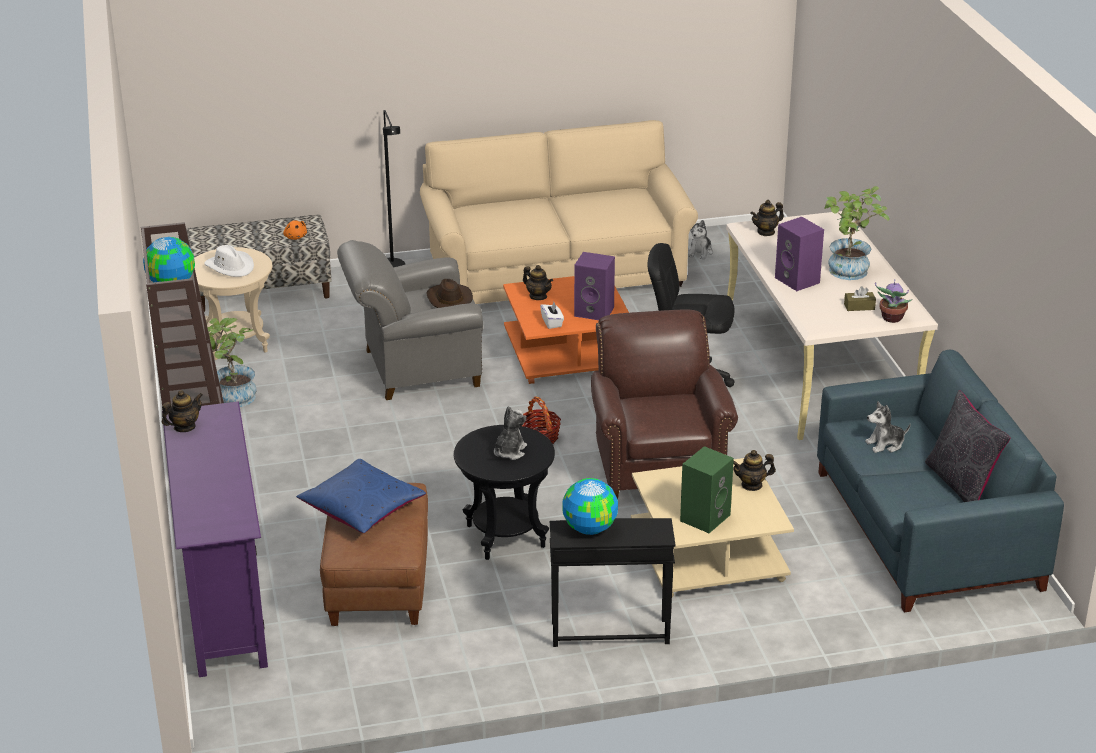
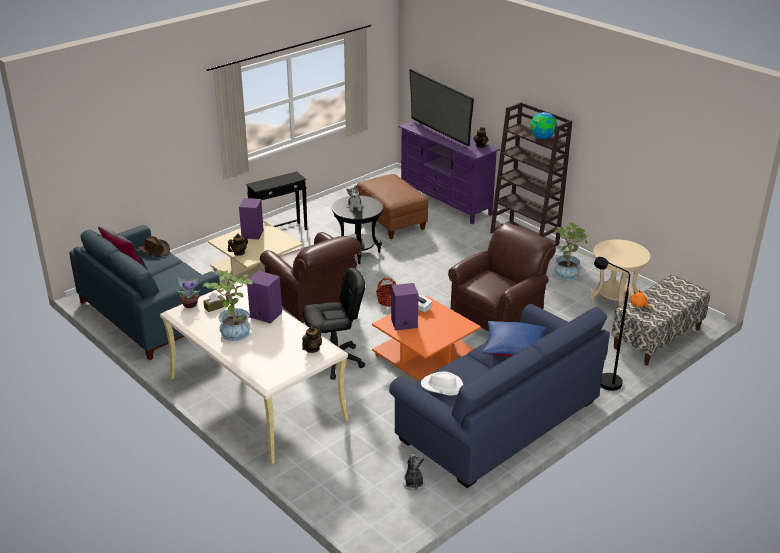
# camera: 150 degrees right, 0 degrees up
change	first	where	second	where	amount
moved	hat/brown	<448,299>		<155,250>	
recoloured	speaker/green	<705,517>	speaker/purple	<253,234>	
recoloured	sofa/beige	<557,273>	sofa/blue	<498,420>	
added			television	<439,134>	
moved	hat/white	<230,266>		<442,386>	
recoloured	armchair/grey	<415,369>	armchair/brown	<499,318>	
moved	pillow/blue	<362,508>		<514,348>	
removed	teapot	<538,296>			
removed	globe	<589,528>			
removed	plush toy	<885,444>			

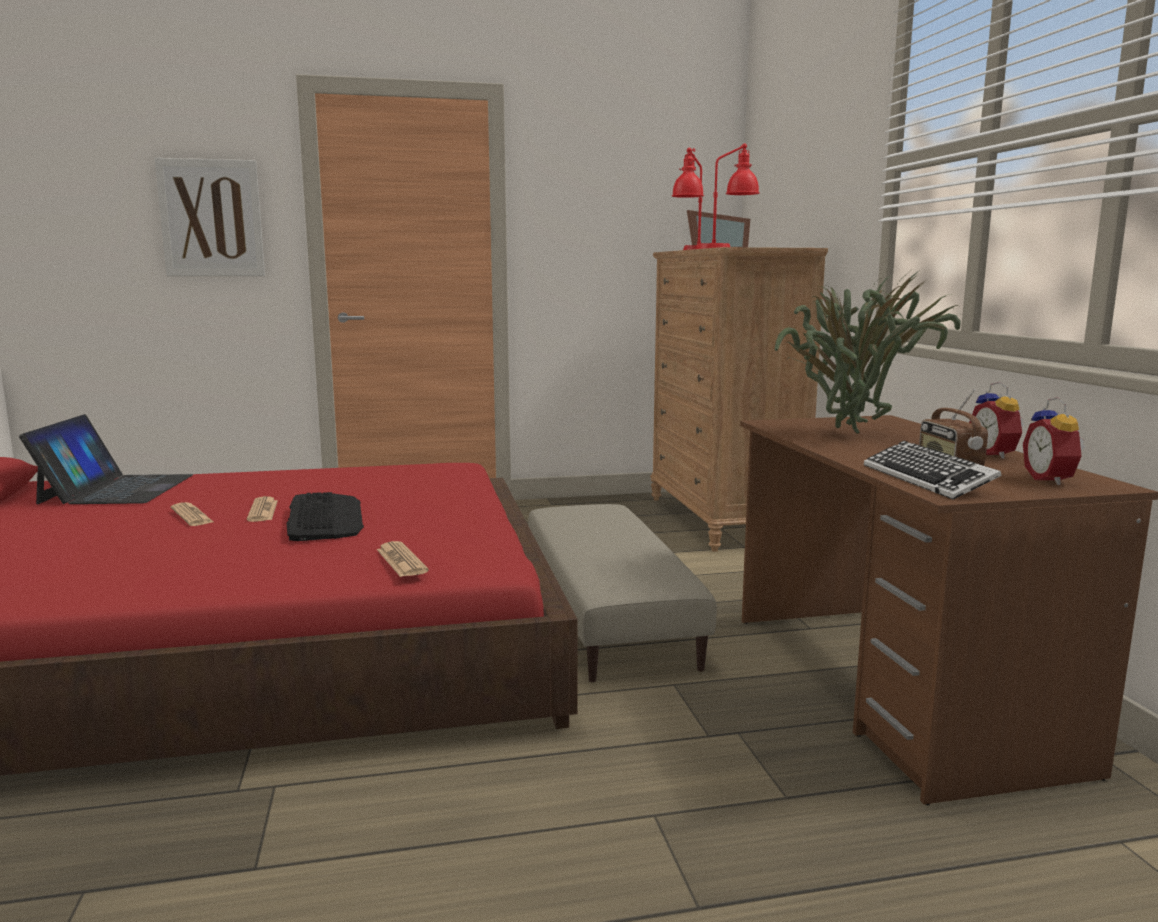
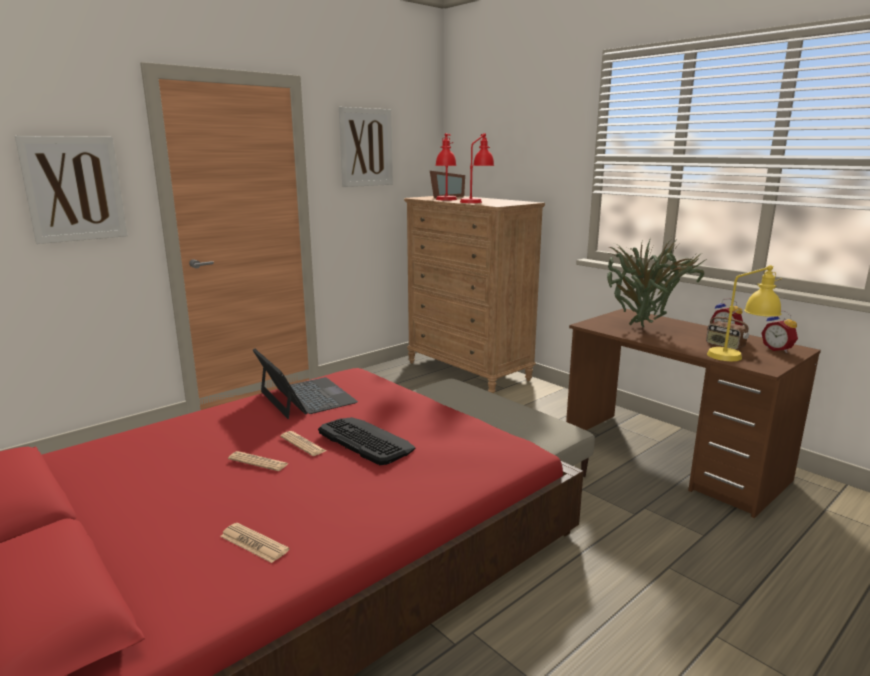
# camera: 30 degrees left, 5 degrees up
change	first	where	second	where	amount
moved	newspaper	<401,561>		<254,543>	
moved	laptop	<116,489>		<306,397>	
added			picture	<366,147>	
replaced	keyboard	<927,479>	table lamp/yellow	<739,359>	

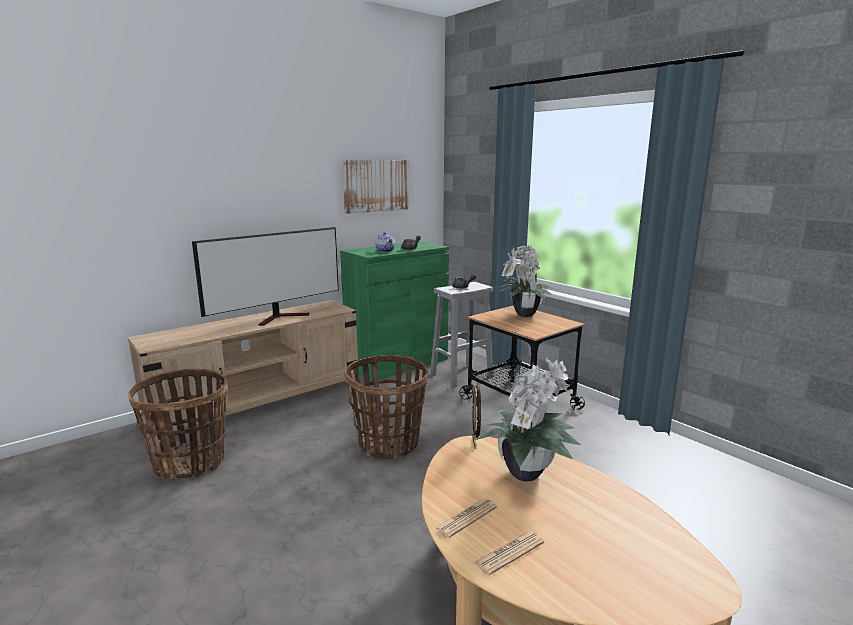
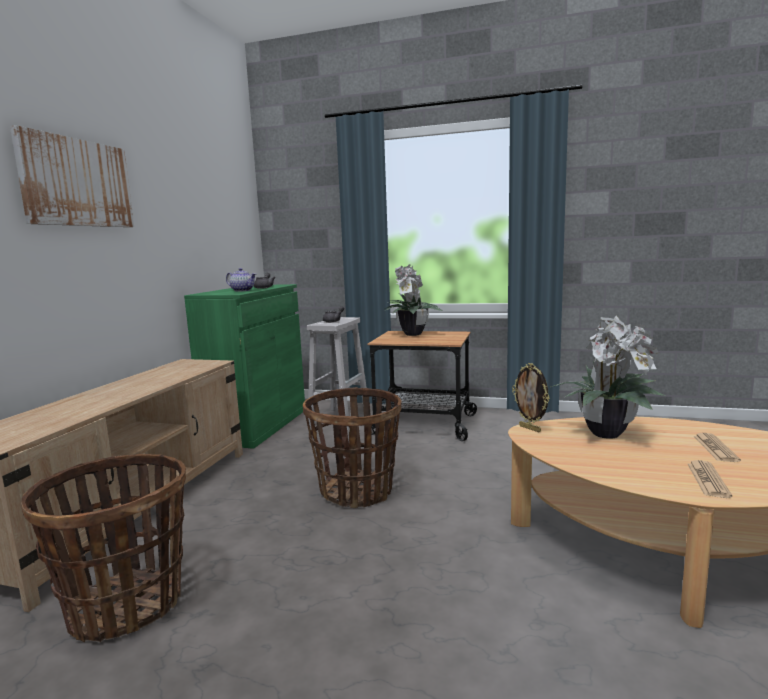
# camera: 35 degrees left, 5 degrees down
change	first	where	second	where	amount
moved	picture	<376,185>		<77,183>	
moved	newspaper	<466,518>		<715,448>	
removed	television	<282,317>			

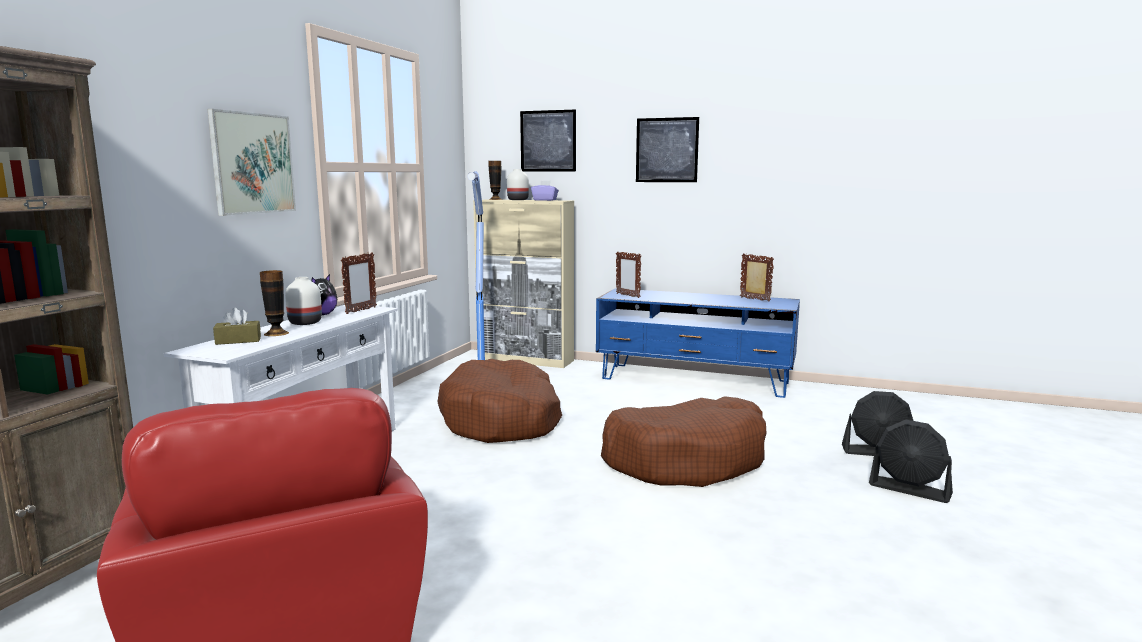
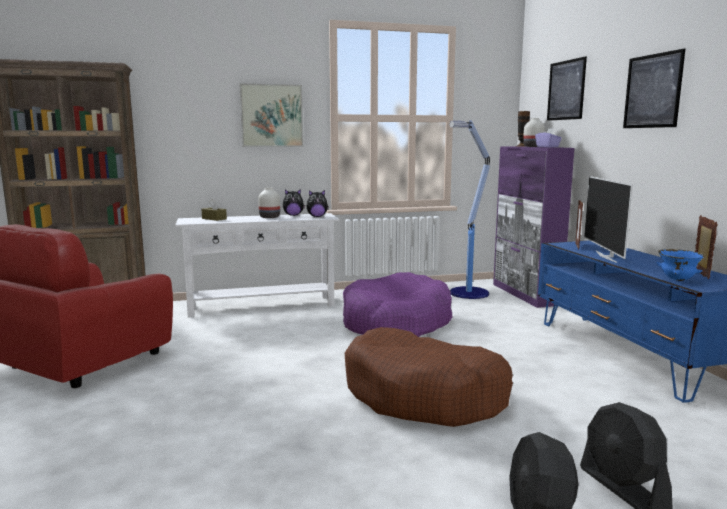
# camera: 55 degrees right, 0 degrees up
change	first	where	second	where	amount
replaced	picture frame	<360,310>	plush toy	<317,216>	
recoloured	dog bed/brown	<502,420>	dog bed/purple	<396,322>	
recoloured	cabinet/beige	<526,360>	cabinet/purple	<525,294>	
added			television	<606,256>	
added			bowl/blue	<677,280>	
removed	vase	<276,333>			

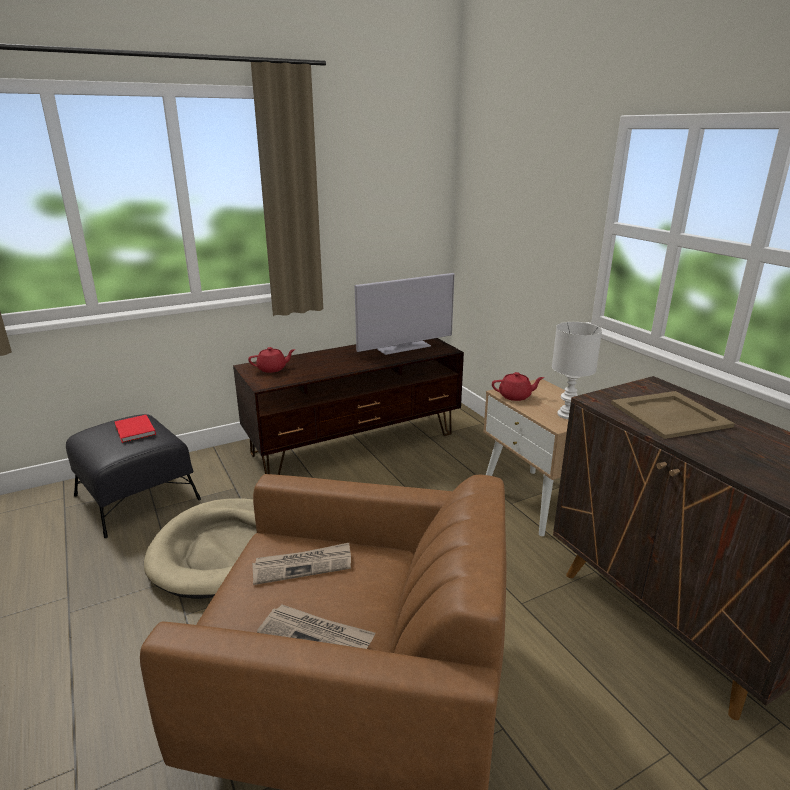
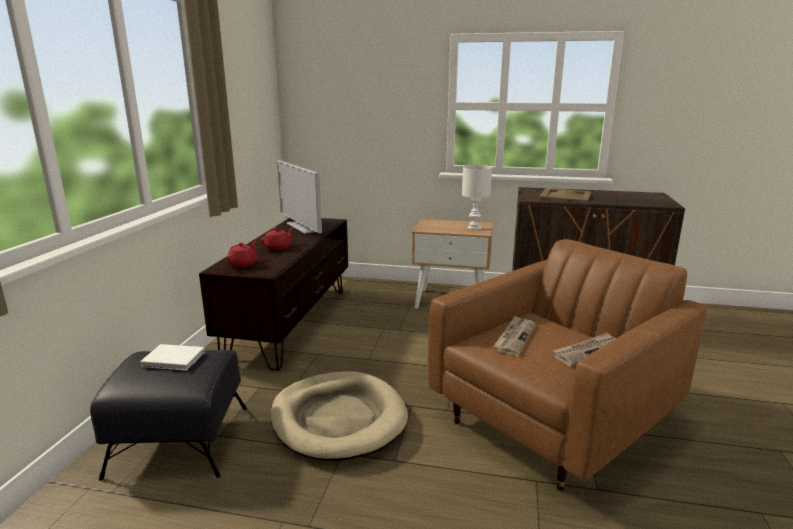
# camera: 50 degrees left, 5 degrees down
change	first	where	second	where	amount
recoloured	book/red	<134,431>	book/white	<174,360>	
moved	teapot/red	<515,396>		<278,247>	
turned	television	<404,347>		<303,227>	135 degrees clockwise

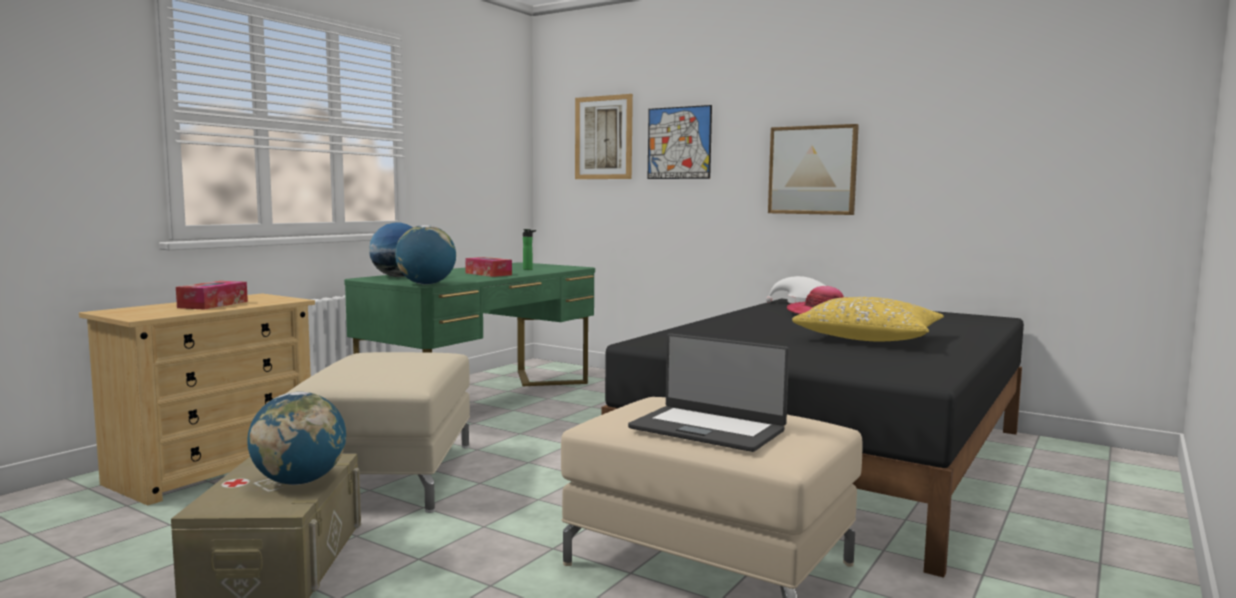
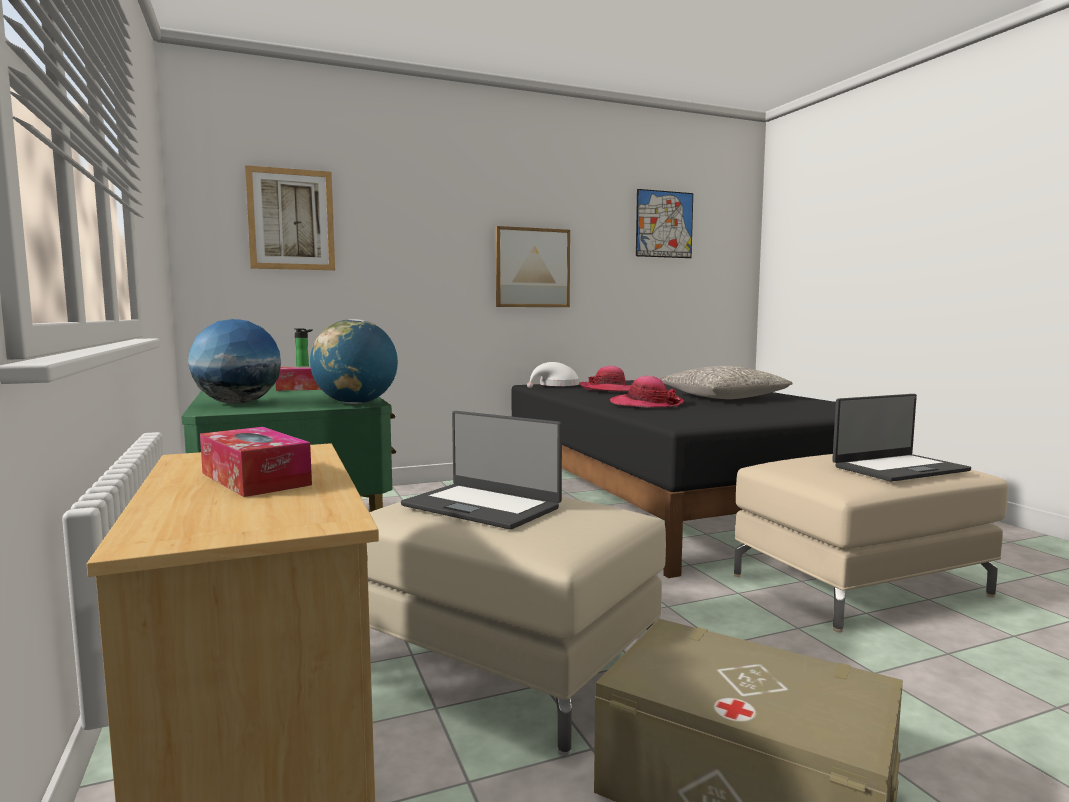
# camera: 55 degrees left, 0 degrees up
change	first	where	second	where	amount
added			laptop	<482,506>	
added			hat	<646,404>	
moved	picture	<679,143>		<664,224>	
recoloured	pillow/yellow	<869,338>	pillow/grey	<723,398>	
removed	globe	<300,481>			

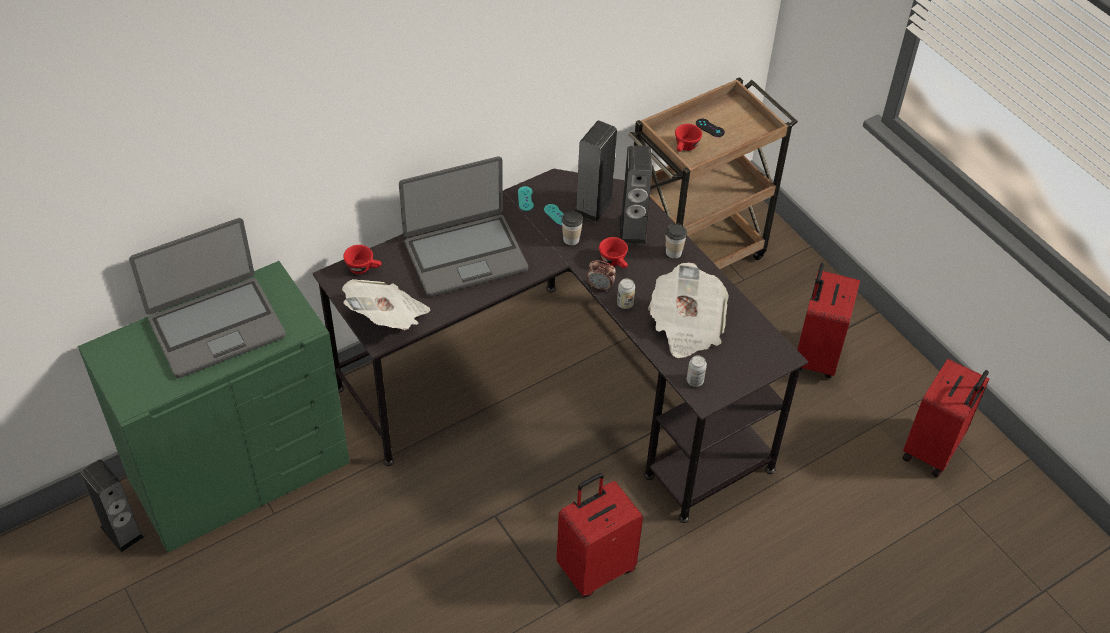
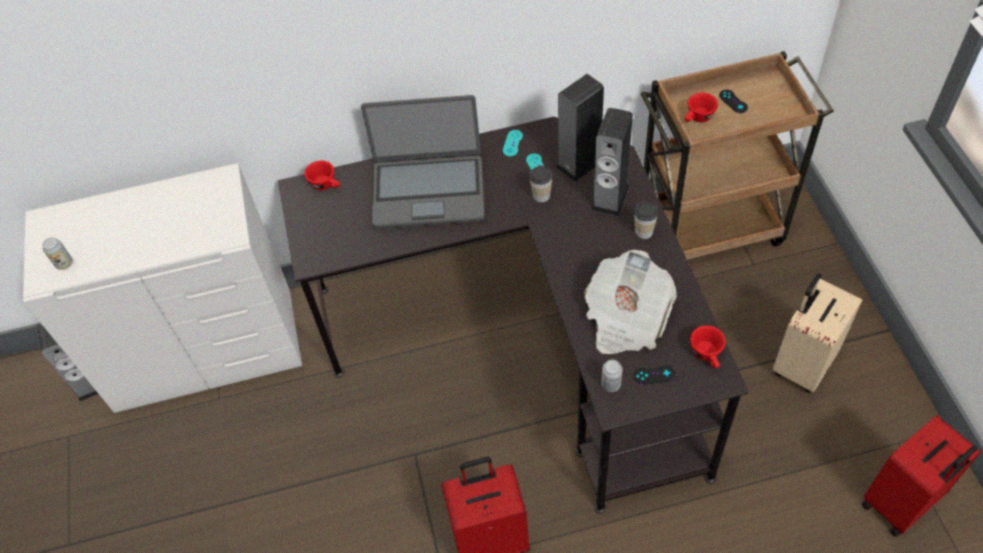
# camera: 25 degrees right, 5 degrees up
change	first	where	second	where	amount
recoloured	dresser/green	<239,470>	dresser/white	<206,349>	
moved	can	<625,304>		<64,263>	
added			game controller/black	<653,375>	
moved	cup/red	<615,262>		<707,355>	
recoloured	suitcase/red	<815,356>	suitcase/beige	<802,364>	
removed	laptop	<216,327>			
removed	newspaper	<388,318>			
removed	alarm clock	<600,286>			

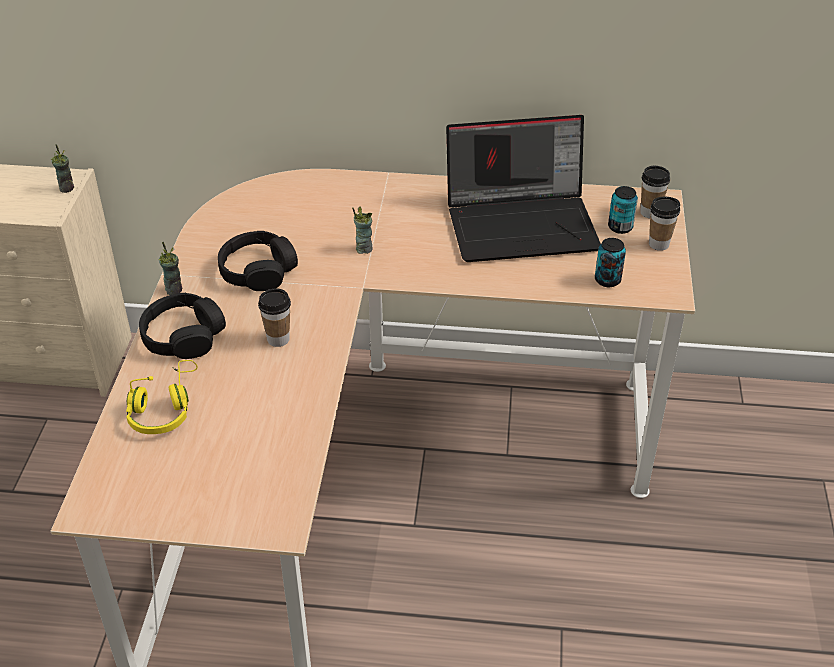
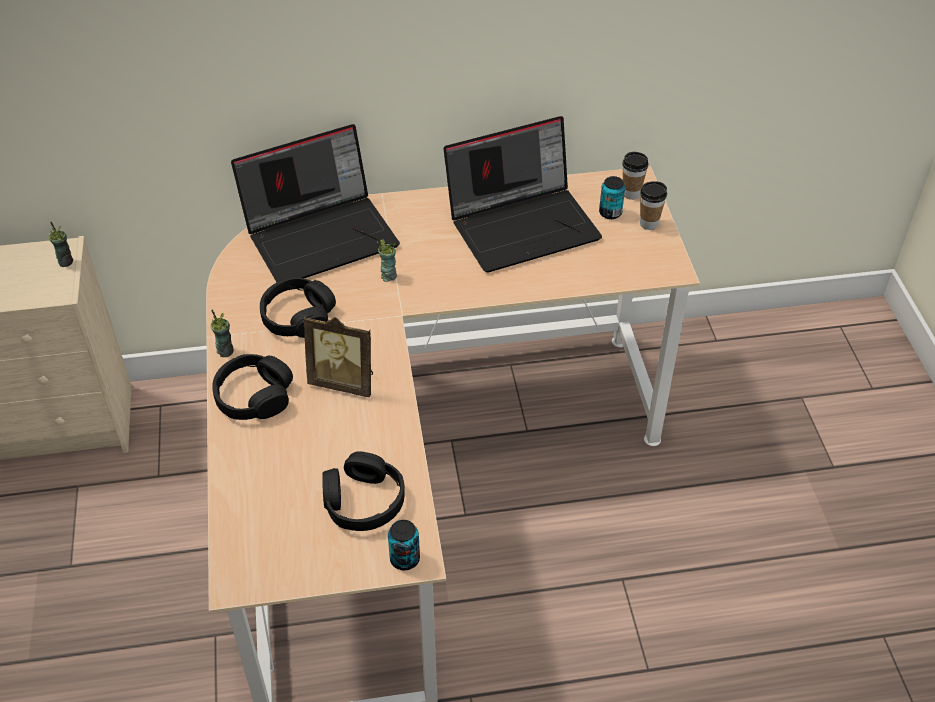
# camera: 15 degrees left, 5 degrees up
change	first	where	second	where	amount
added			laptop	<322,234>	
replaced	cup	<278,339>	picture frame	<344,381>	
added			headphones/black	<363,501>	
moved	can	<607,280>		<404,559>	
removed	headphones/yellow	<164,408>			

